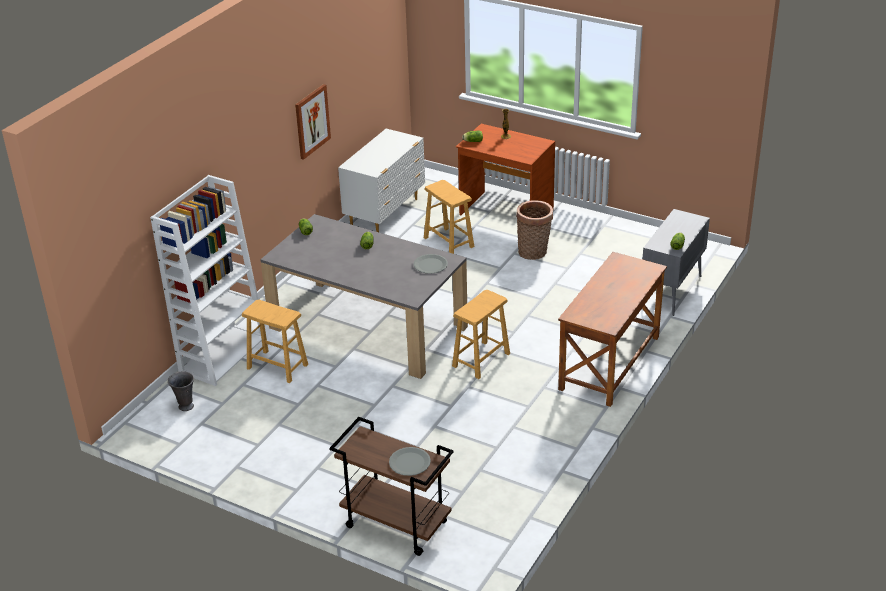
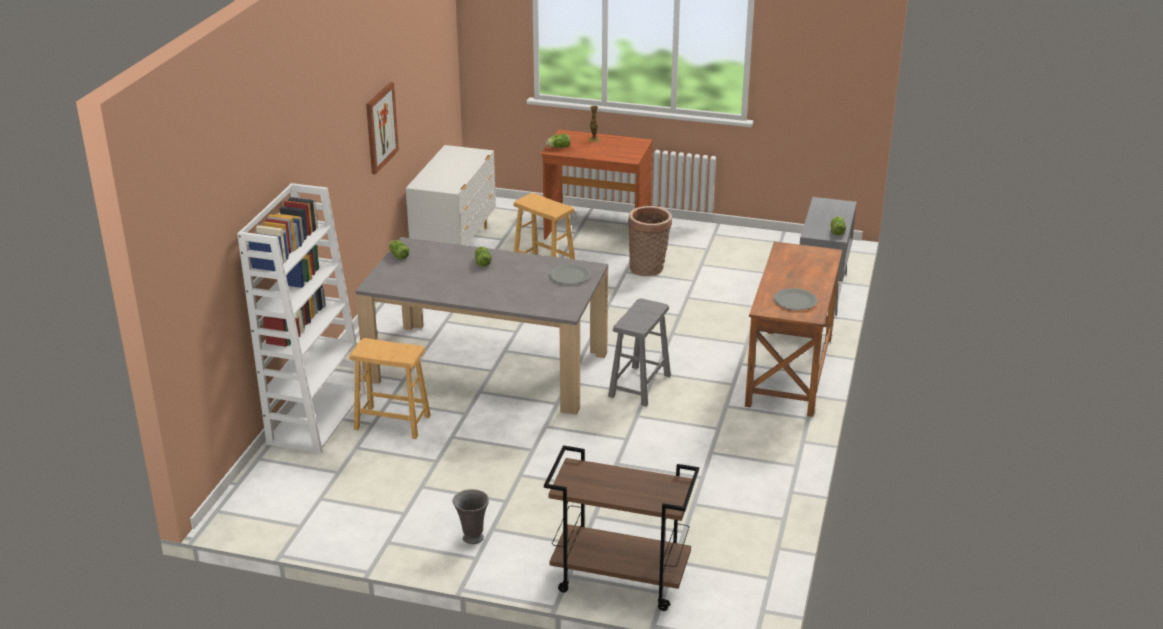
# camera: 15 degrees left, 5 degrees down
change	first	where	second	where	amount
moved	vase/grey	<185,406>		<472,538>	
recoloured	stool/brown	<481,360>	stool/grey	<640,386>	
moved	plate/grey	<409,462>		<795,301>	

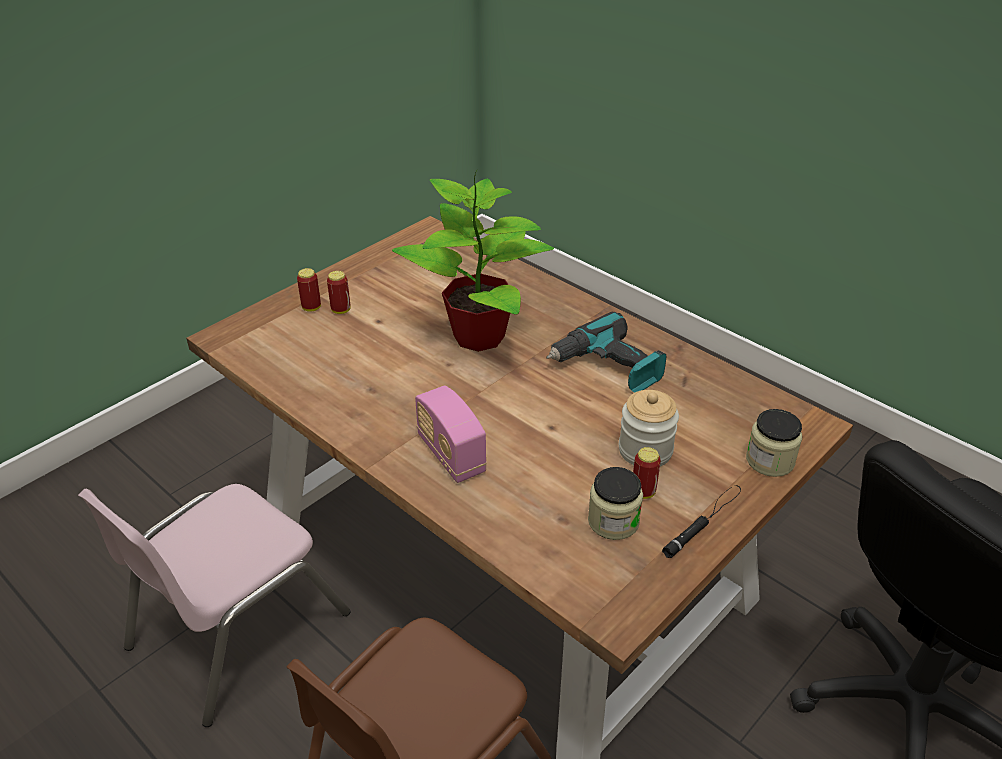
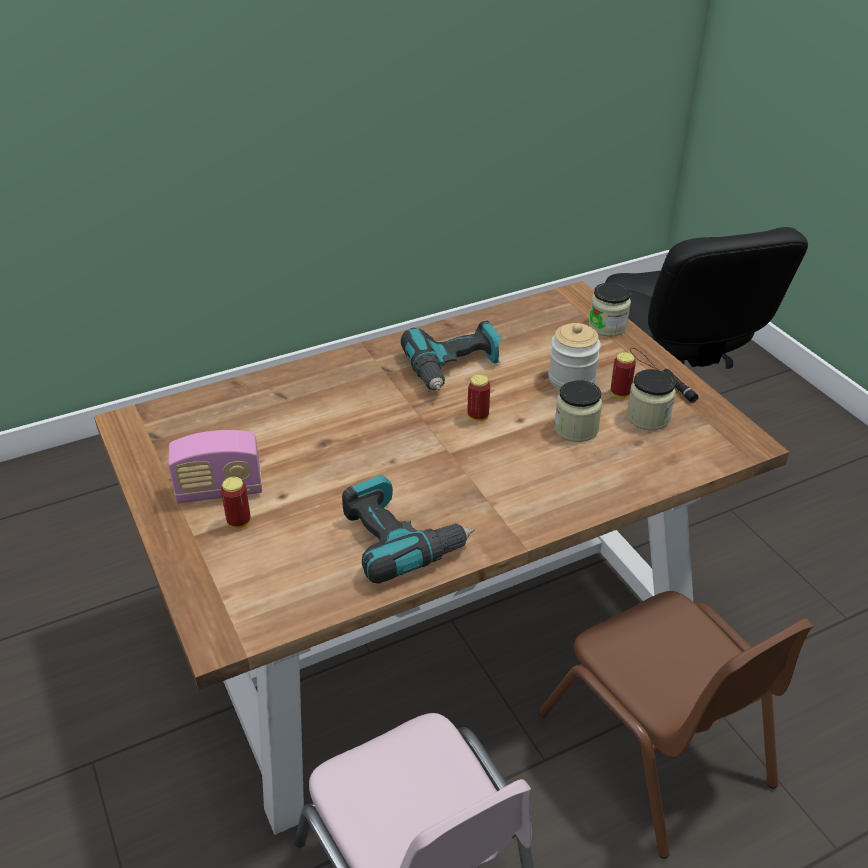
# camera: 70 degrees left, 0 degrees up
change	first	where	second	where	amount
moved	radio	<451,455>		<220,490>	
added			power drill	<400,539>	
moved	can	<311,307>		<478,417>	
added			jar	<576,429>	
removed	potted plant	<480,336>			

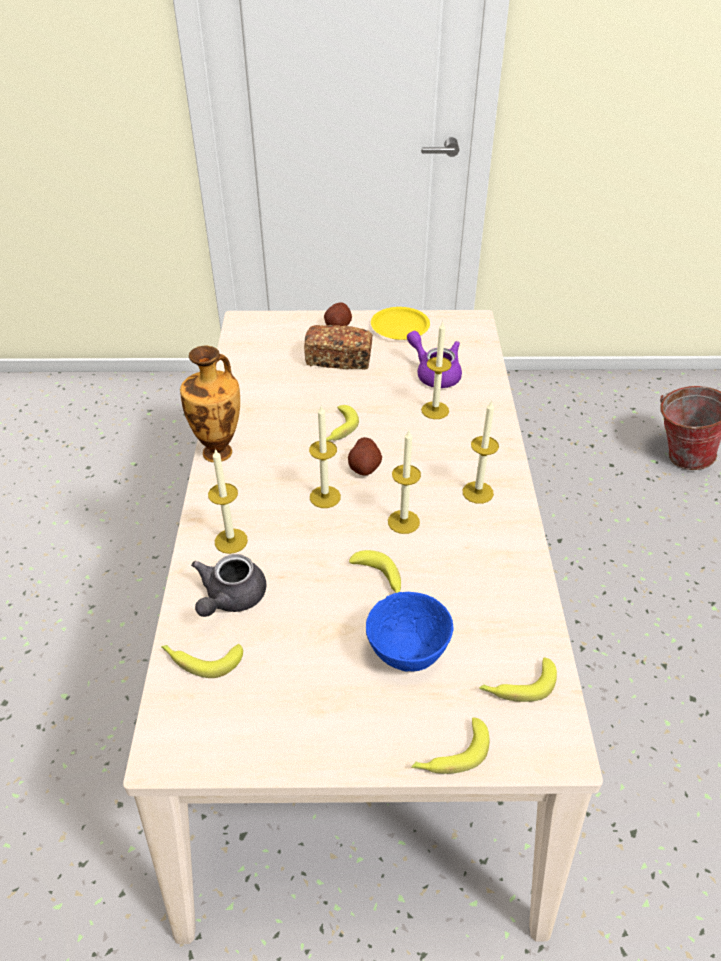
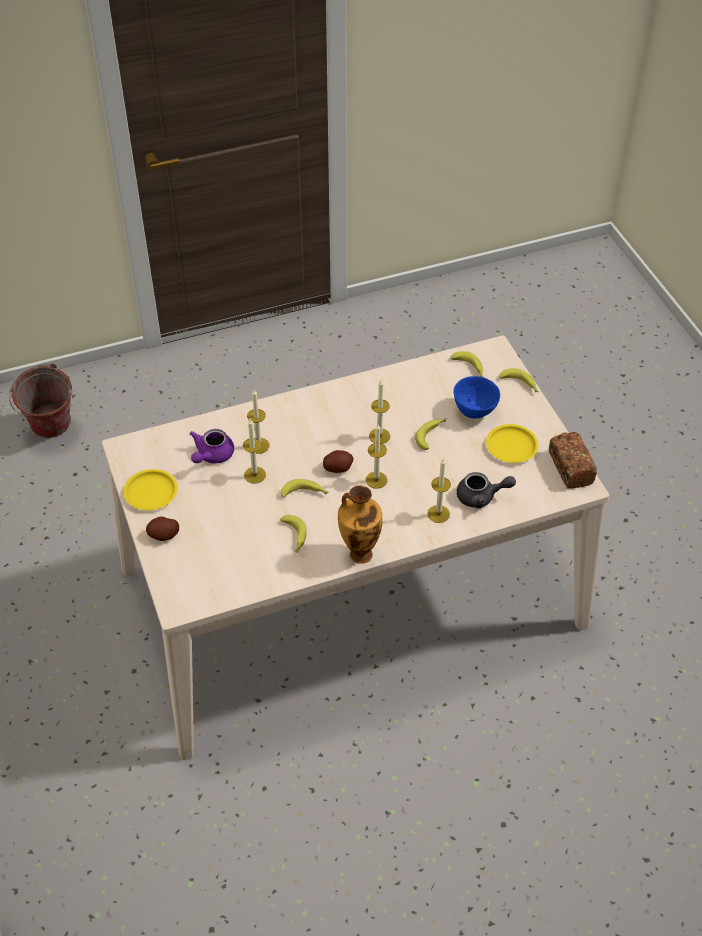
# camera: 110 degrees left, 5 degrees up
change	first	where	second	where	amount
moved	candle	<477,492>		<255,475>	
moved	banana	<201,659>		<294,537>	
added			plate/yellow	<511,447>	
moved	bread	<339,359>		<570,468>	

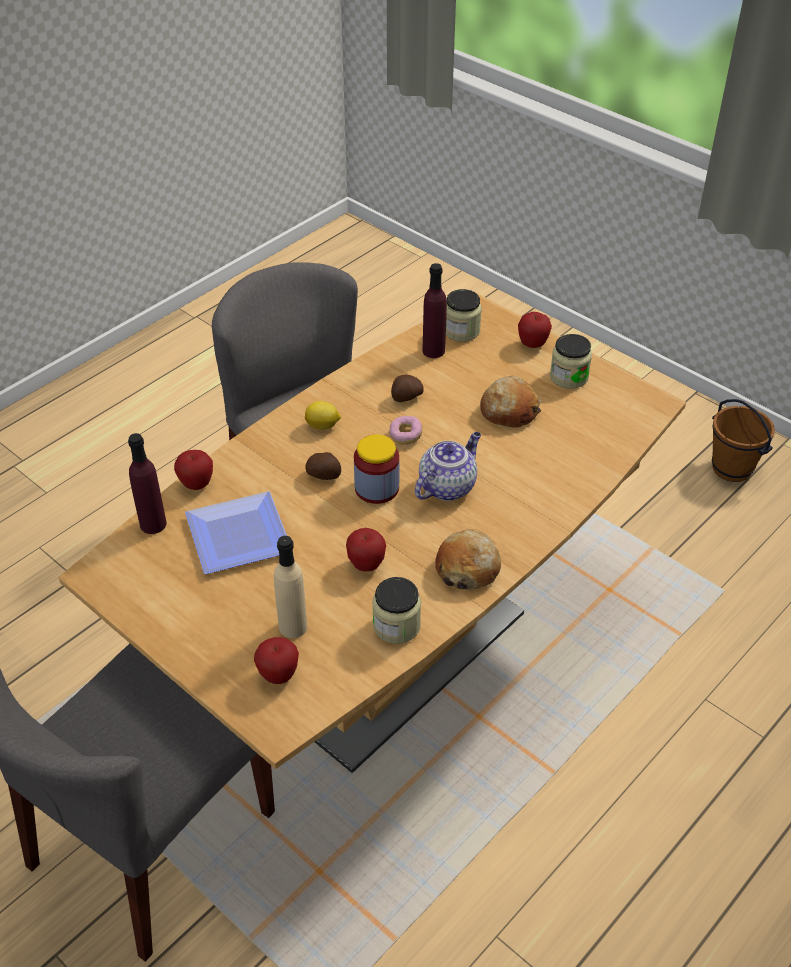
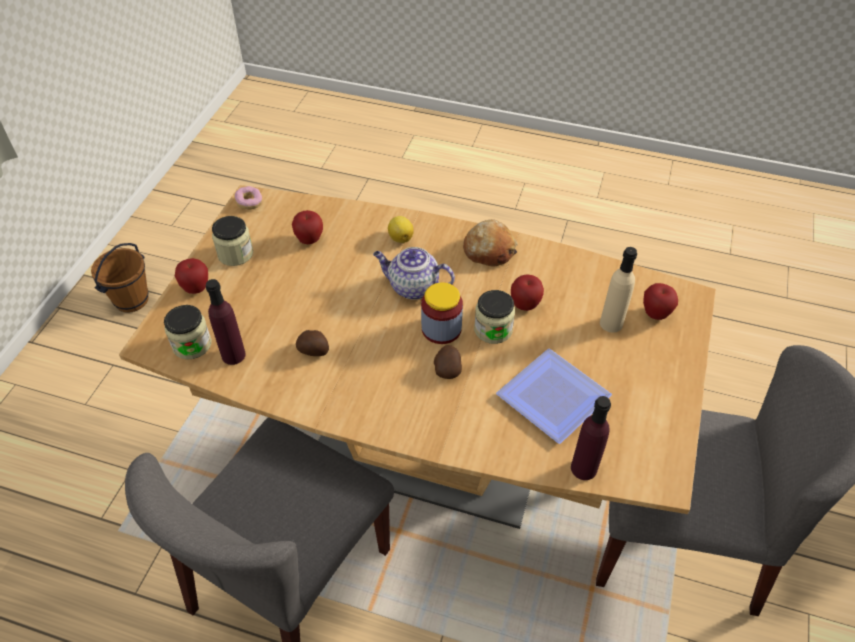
# camera: 115 degrees left, 5 degrees up
change	first	where	second	where	amount
moved	donut	<405,435>		<249,203>	
moved	apple	<196,484>		<309,240>	
moved	lemon	<323,426>		<400,237>	
moved	jar	<396,626>		<493,329>	
removed	bread	<509,411>			

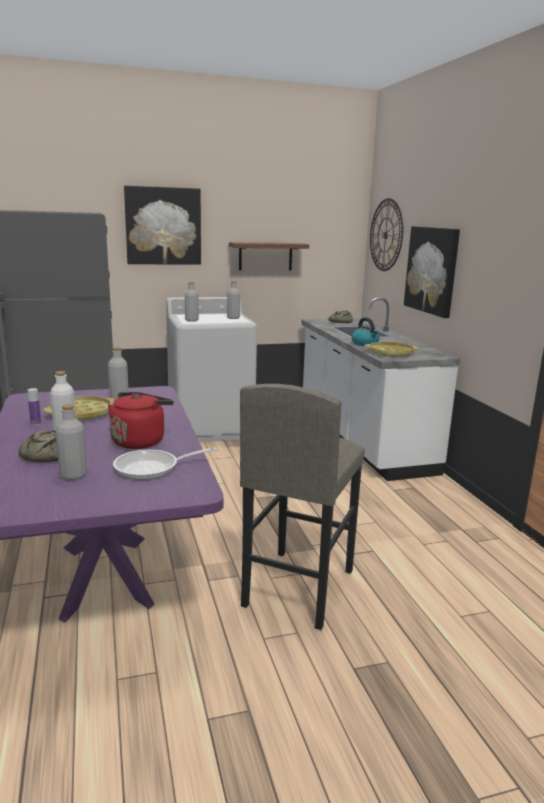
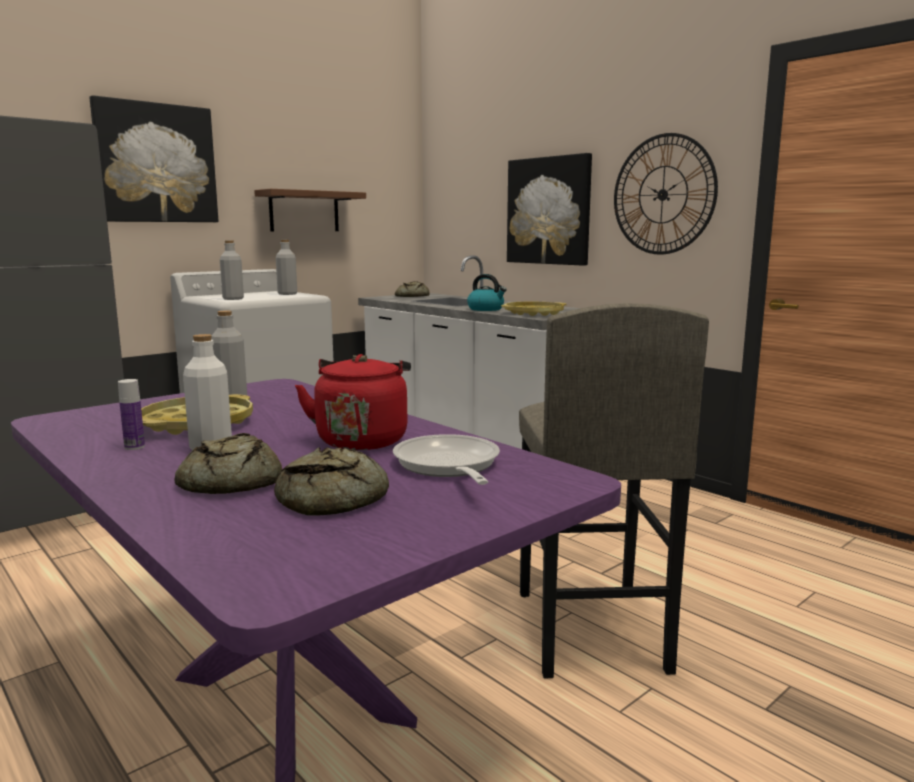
# camera: 25 degrees left, 5 degrees down
change	first	where	second	where	amount
replaced	bottle/grey	<73,475>	bread	<335,498>	
turned	frying pan	<152,468>		<448,466>	120 degrees clockwise
moved	wall clock	<386,235>		<663,194>	

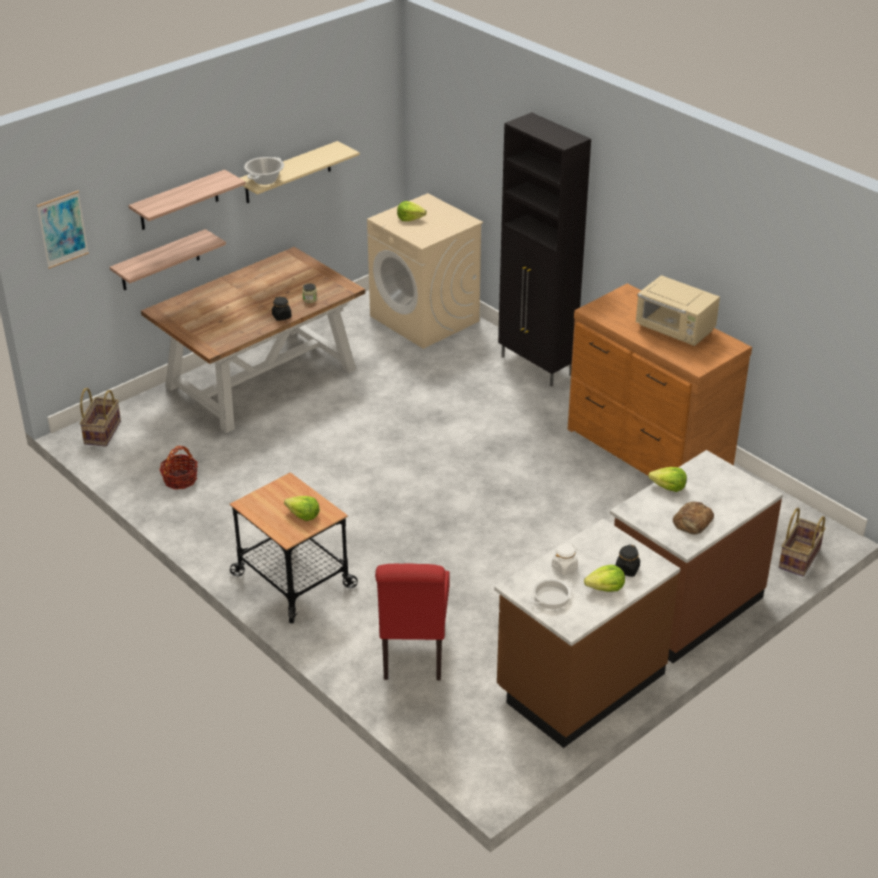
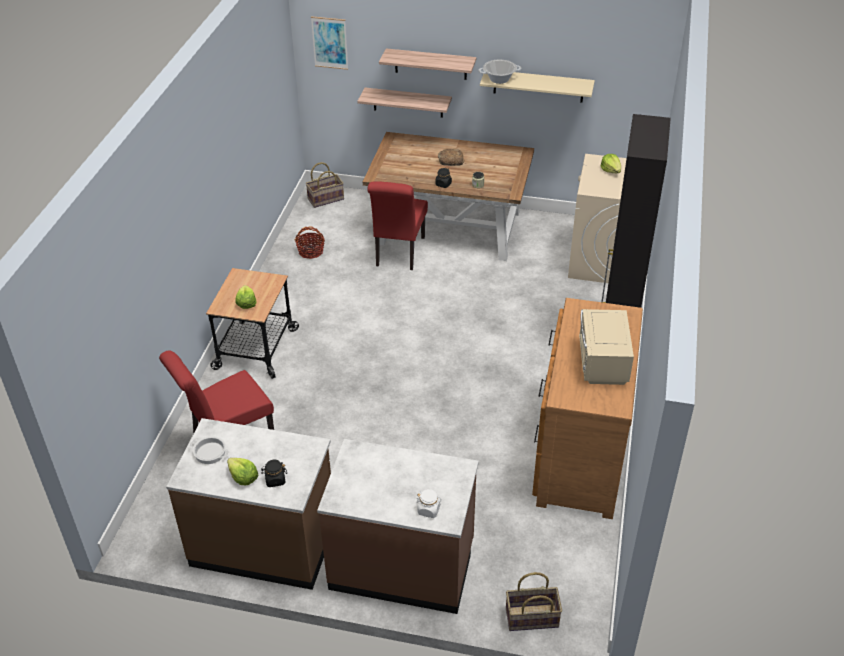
# camera: 55 degrees right, 5 degrees up
change	first	where	second	where	amount
added			chair/red	<398,254>	
moved	jar/white	<564,567>		<429,510>	
moved	bread	<693,522>		<450,160>	
removed	lettuce	<668,487>			

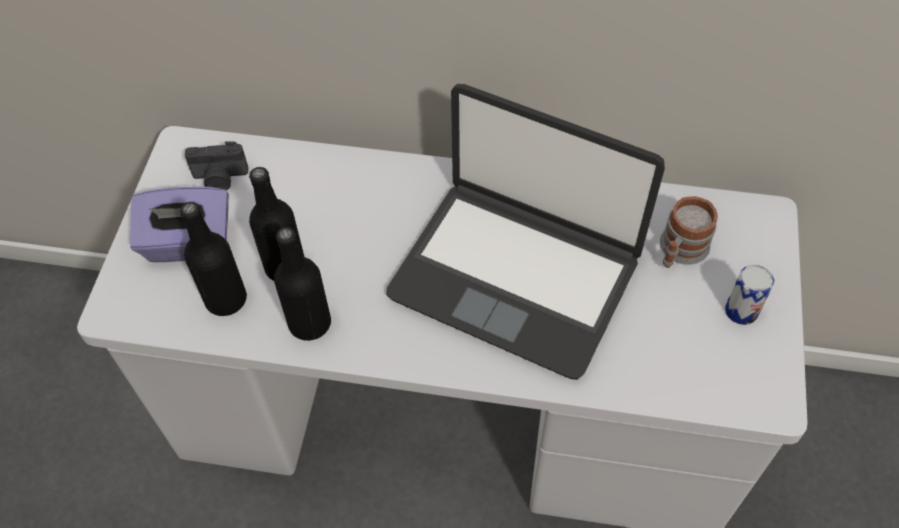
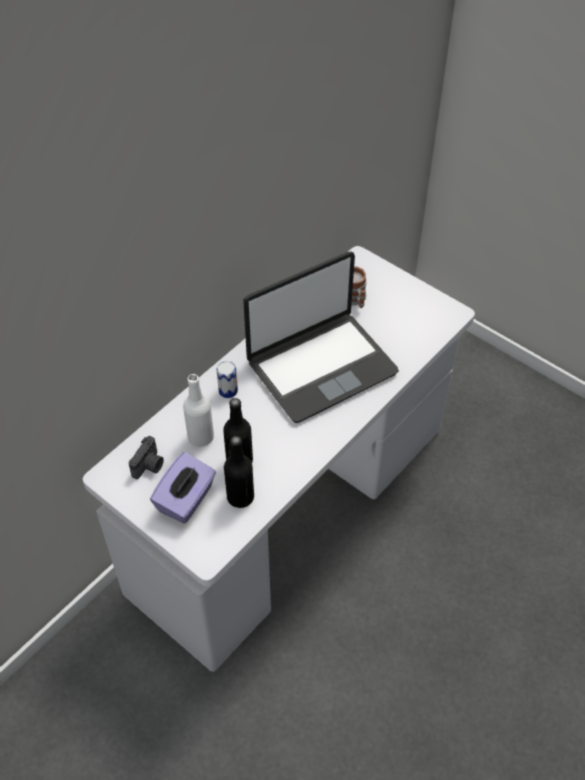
# camera: 60 degrees left, 5 degrees down
change	first	where	second	where	amount
added			bottle/white	<200,437>	
moved	can	<741,311>		<228,390>	
removed	bottle/black	<310,323>			

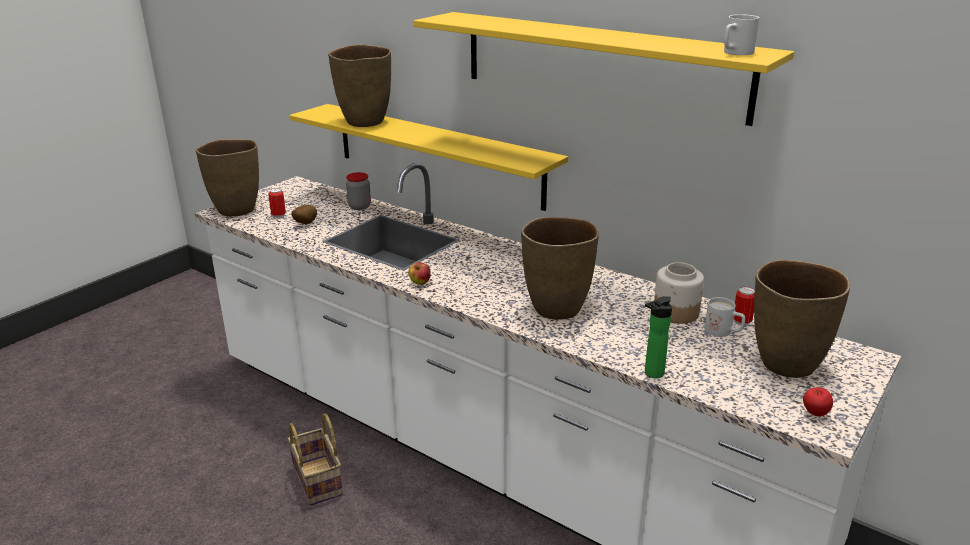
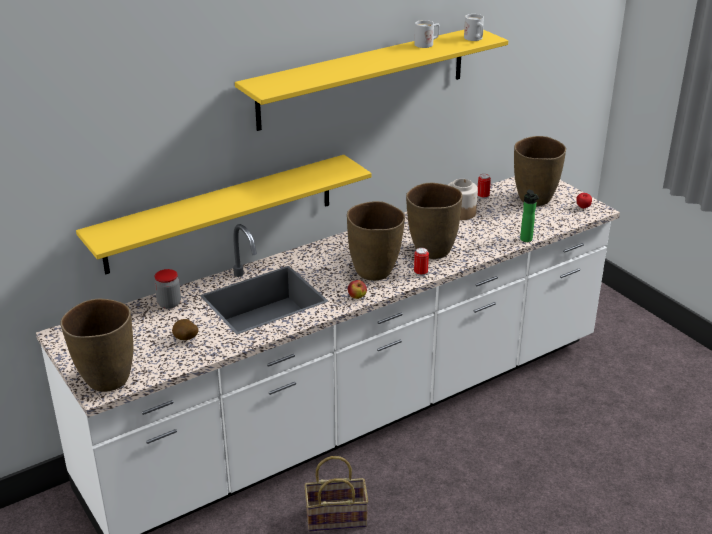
# camera: 70 degrees left, 5 degrees up
change	first	where	second	where	amount
moved	vase/brown	<365,122>		<375,272>	
moved	mug/white	<723,332>		<427,44>	
moved	can	<278,215>		<420,273>	

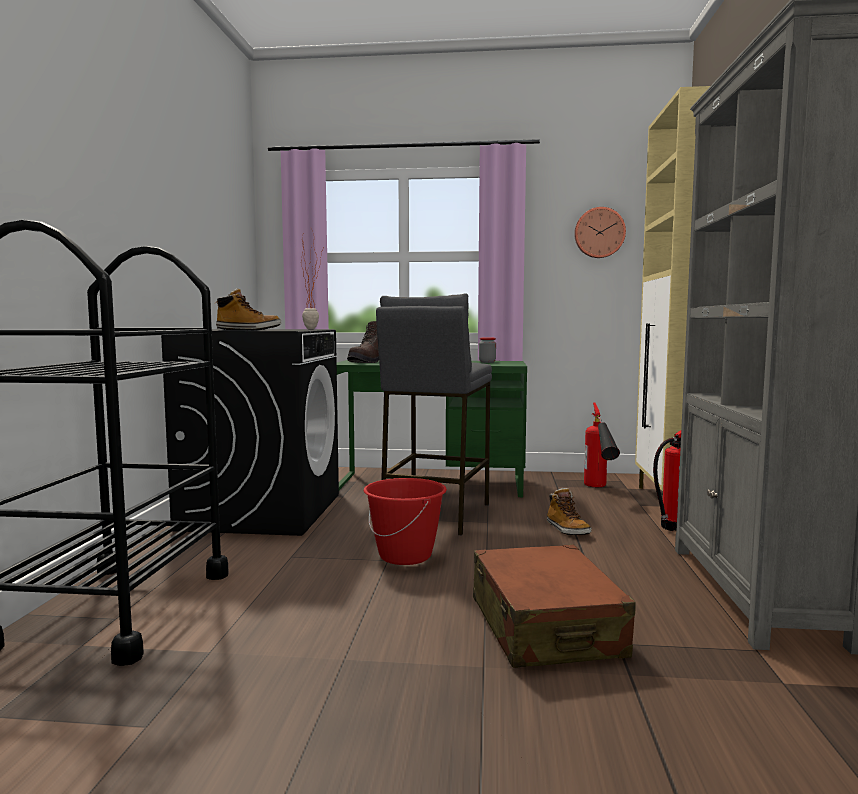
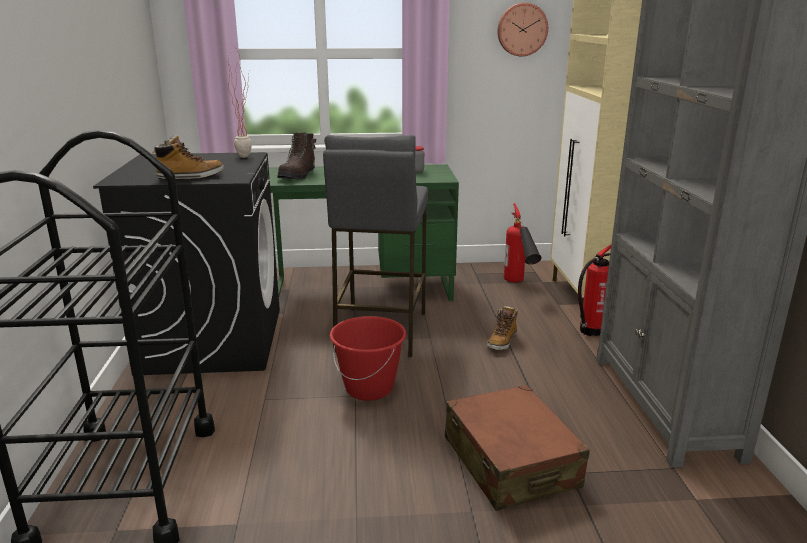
# camera: 10 degrees left, 15 degrees up
change	first	where	second	where	amount
turned	boot	<567,529>		<502,342>	60 degrees clockwise

